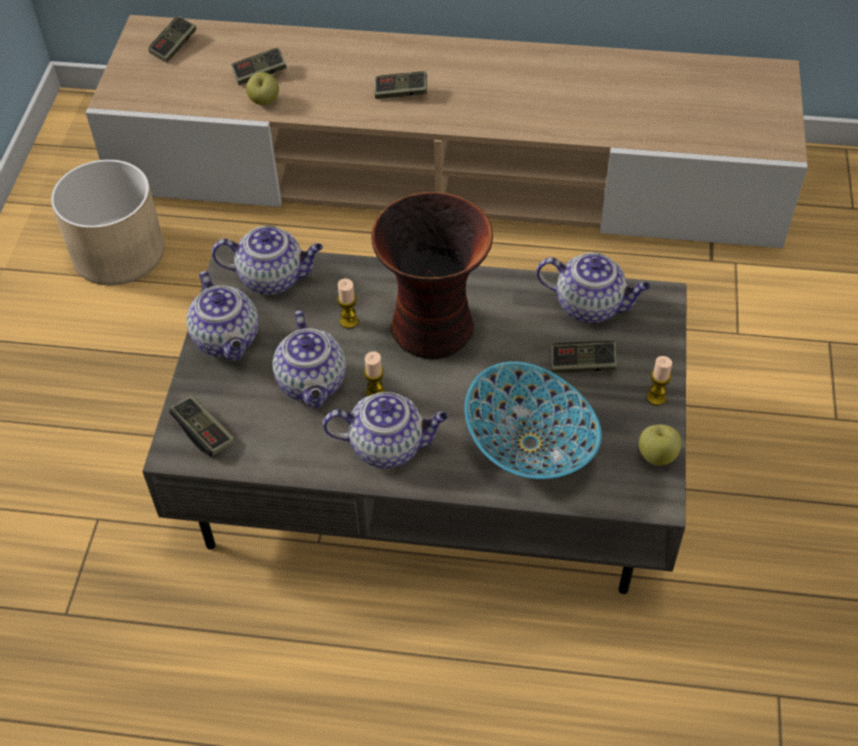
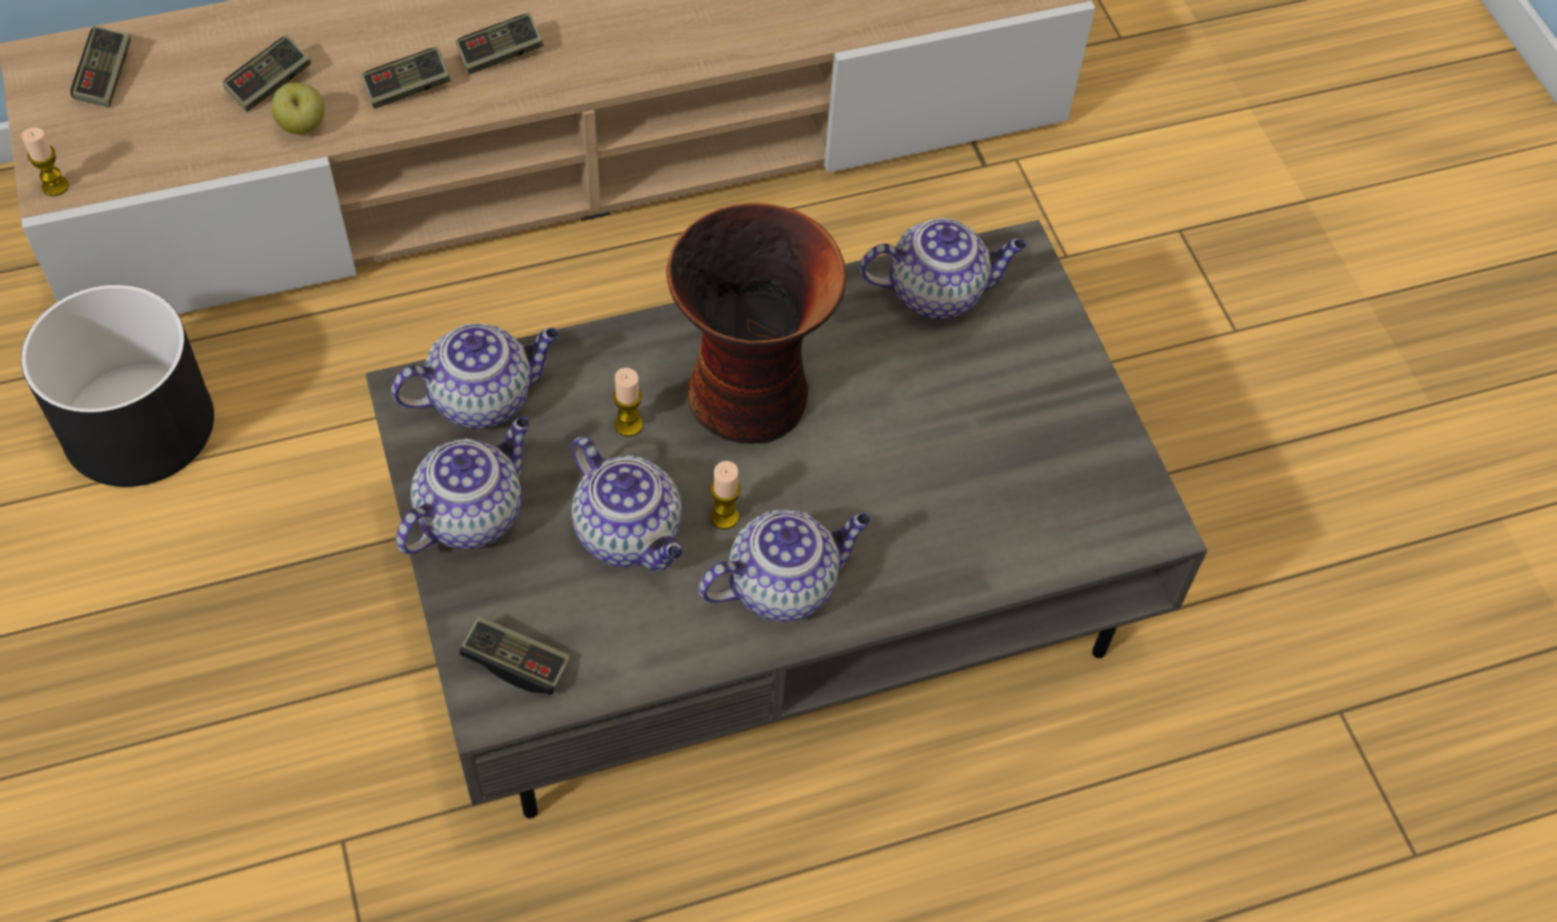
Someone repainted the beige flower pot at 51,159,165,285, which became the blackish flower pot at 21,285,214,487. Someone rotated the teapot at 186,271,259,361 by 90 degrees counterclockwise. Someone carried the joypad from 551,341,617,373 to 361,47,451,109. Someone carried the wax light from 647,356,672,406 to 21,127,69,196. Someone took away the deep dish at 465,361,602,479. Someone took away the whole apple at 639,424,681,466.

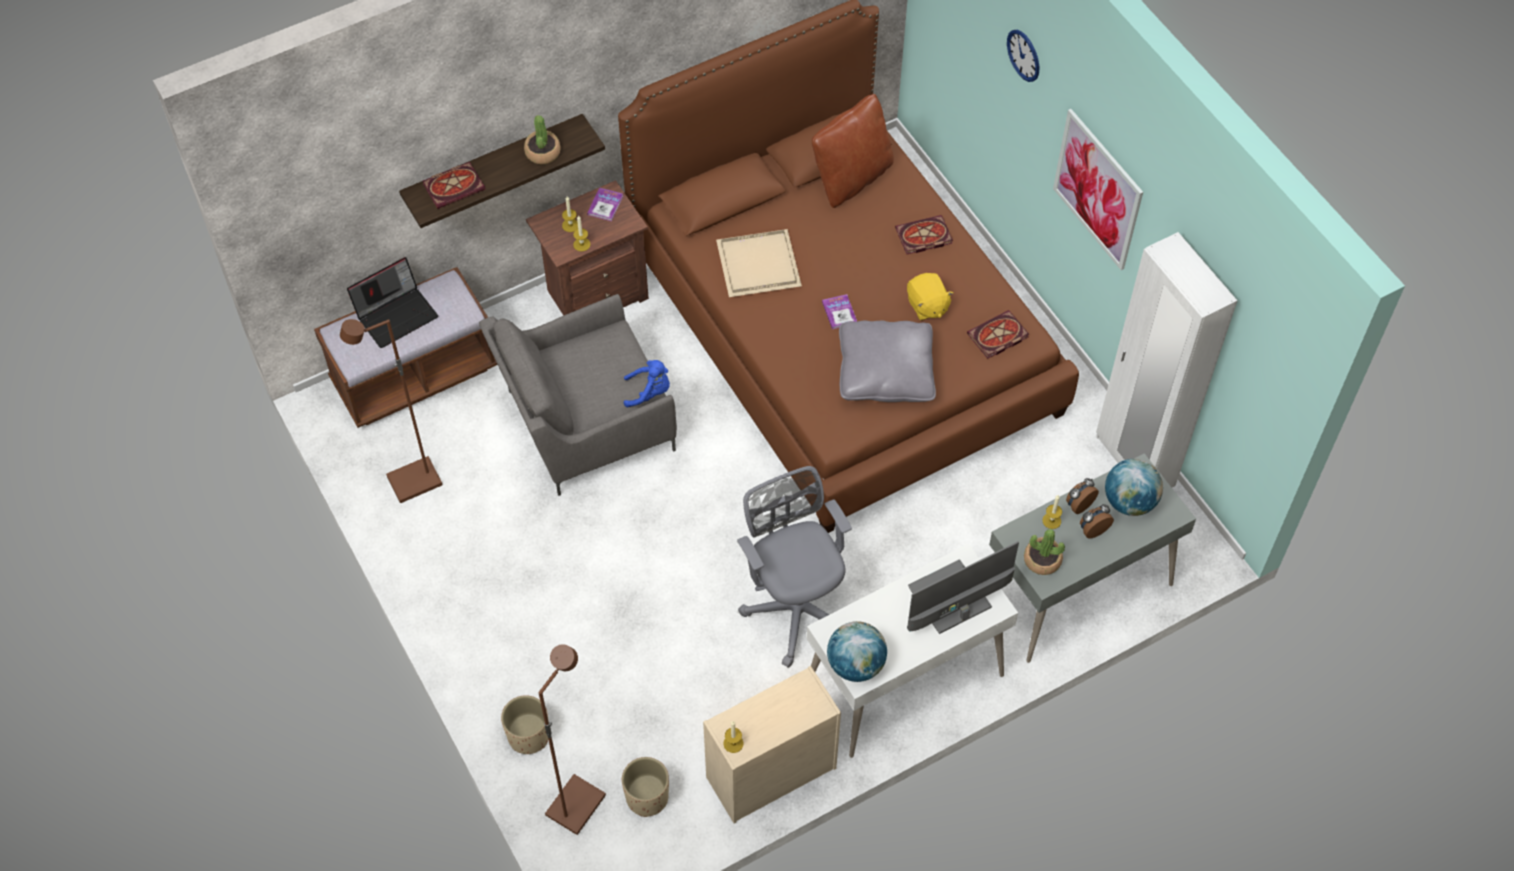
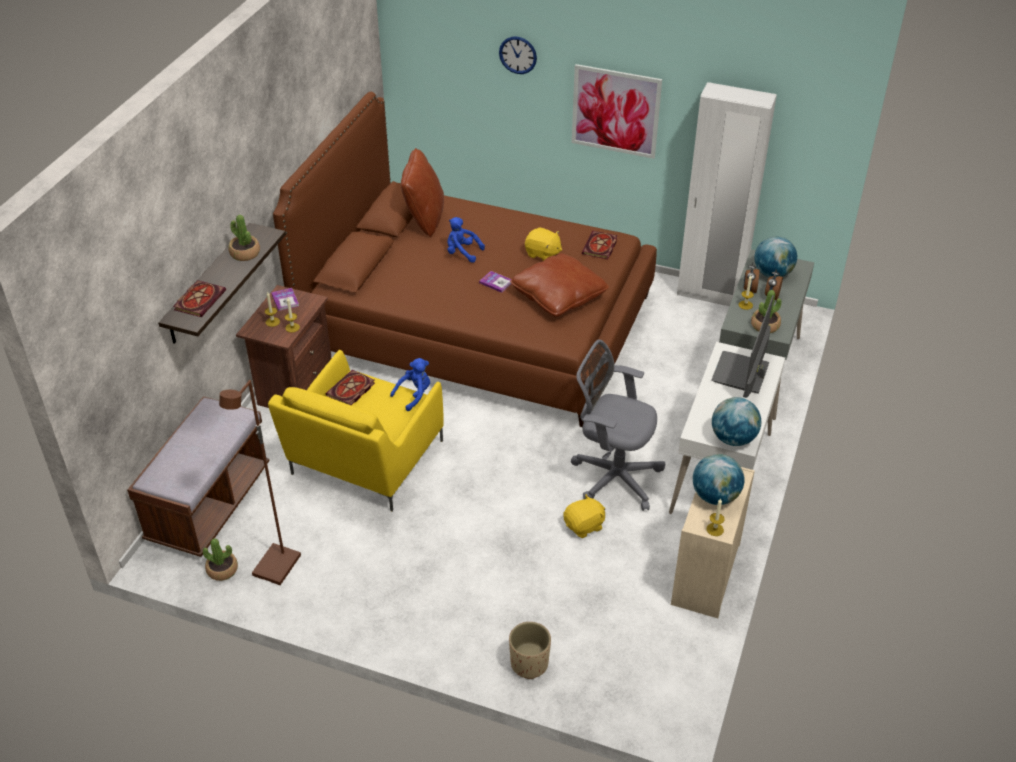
Someone carried the bound book from 895,215,953,254 to 325,370,375,405. Someone took away the beige serving tray at 716,229,802,297. Someone took away the notebook computer at 347,257,438,348. Someone repainted the gray easy chair at 479,294,677,496, which became the yellow easy chair at 268,350,444,511. Someone repainted the gray pillow at 839,320,936,402, which became the brownish pillow at 510,253,609,317. Someone took away the brownish floor lamp at 539,644,606,835. Someone took away the beige flower pot at 622,757,669,817. Someone put down the bluish plush toy at 447,217,485,263. Someone put down the globe at 693,454,745,505. Someone put down the yellow plush toy at 564,494,605,538. Someone put down the potted plant at 203,538,238,581.

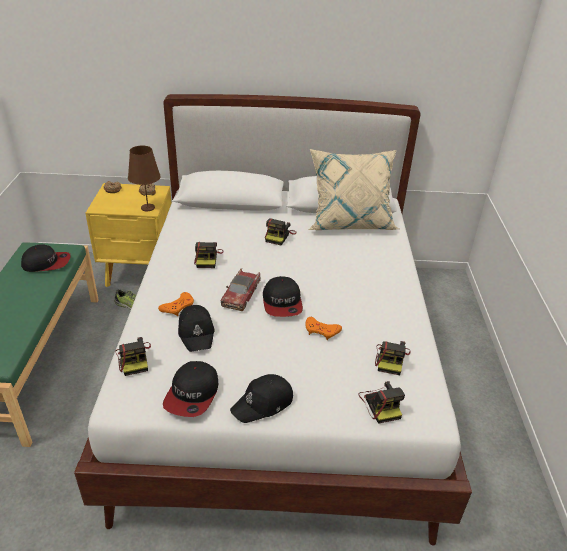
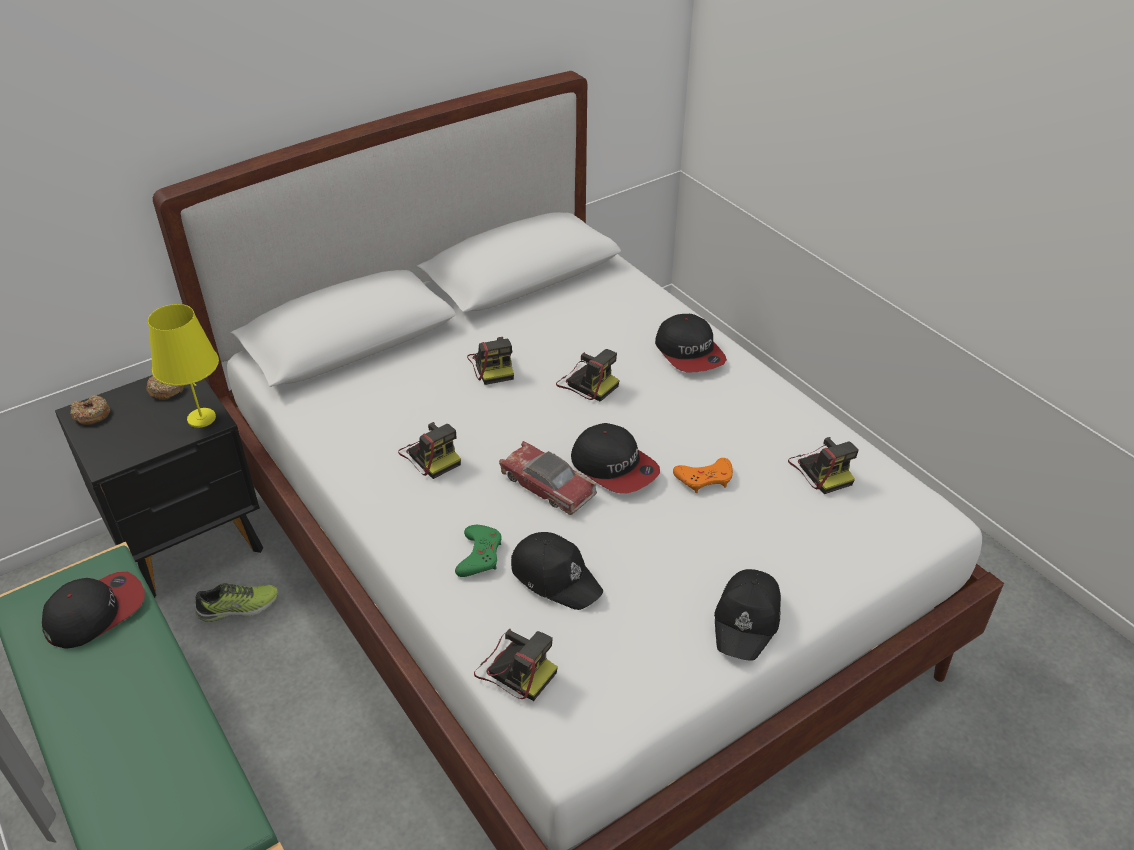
Someone repainted the brownish lamp for a table at 128,146,161,211, which became the yellow lamp for a table at 148,304,219,428. Someone took away the beige pillow at 308,149,399,230. Someone repainted the yellow night table at 85,183,172,287, which became the blackish night table at 55,375,263,598. Someone rotated the miniature car at 221,268,261,311 by 150 degrees clockwise. Someone repainted the orange-coloured joypad at 158,292,194,316, which became the greenish joypad at 455,525,502,577. Someone carried the baseball cap from 163,361,218,417 to 655,314,727,372. Someone carried the still camera from 358,381,405,424 to 556,349,619,402.

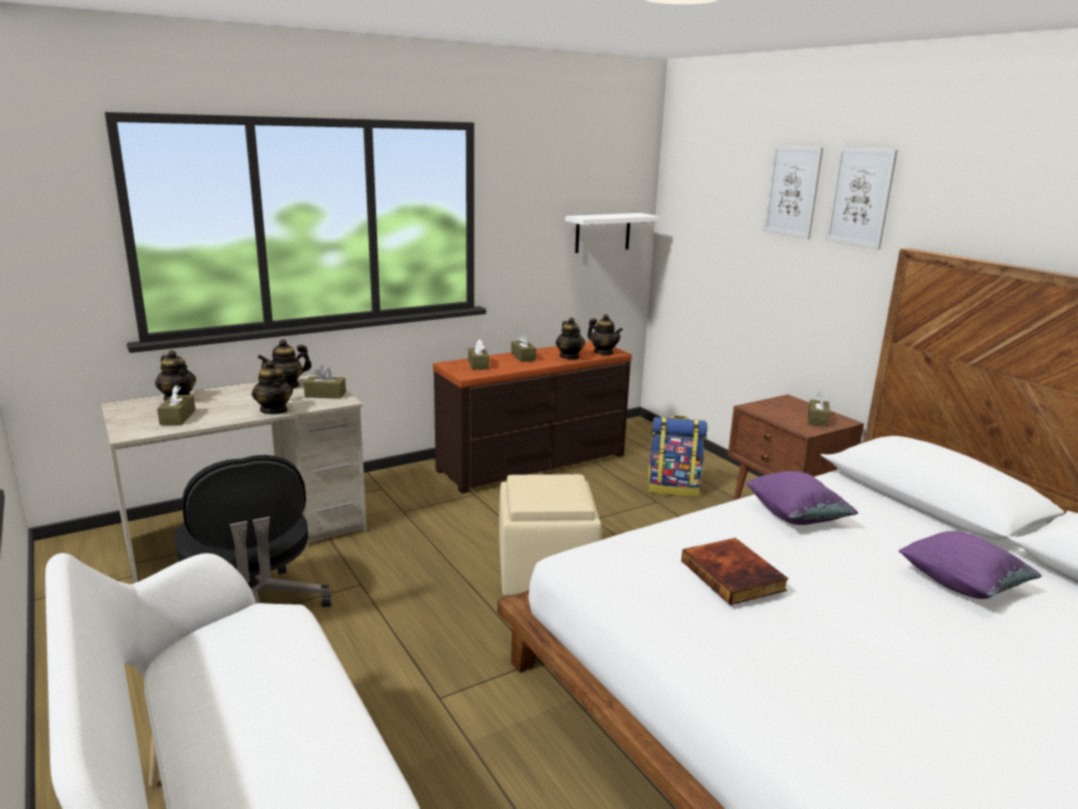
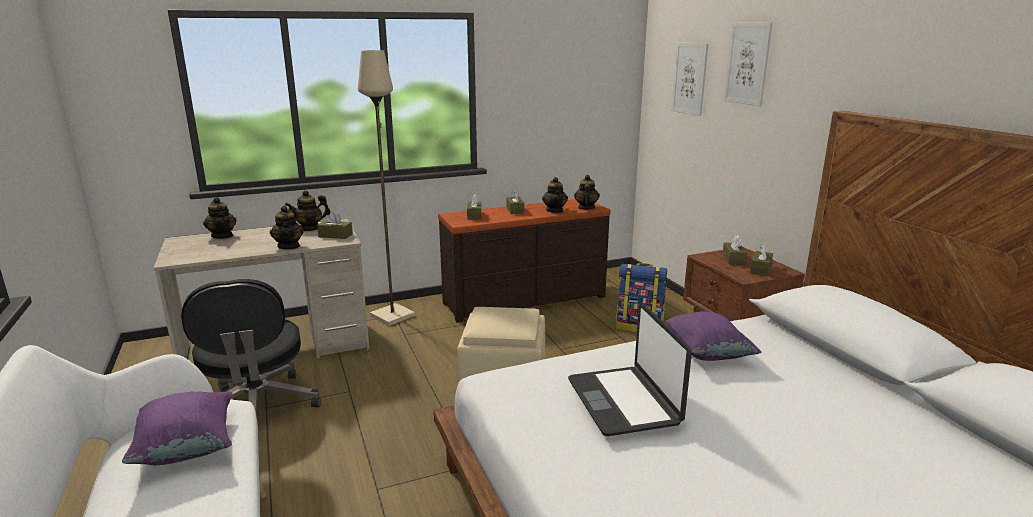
Someone carried the wall art from 825,147,898,249 to 671,43,709,116. Someone took away the whitish shelf at 565,213,660,253. Someone rotated the teapot at 587,314,623,355 by 135 degrees counterclockwise. Someone carried the brownish tissue box from 157,385,196,425 to 722,236,747,265. Someone carried the purple pillow from 898,531,1042,599 to 122,392,232,465. Someone swapped the bound book at 681,538,789,605 for the notebook computer at 568,303,692,436. Someone put down the beige floor lamp at 358,50,415,326.

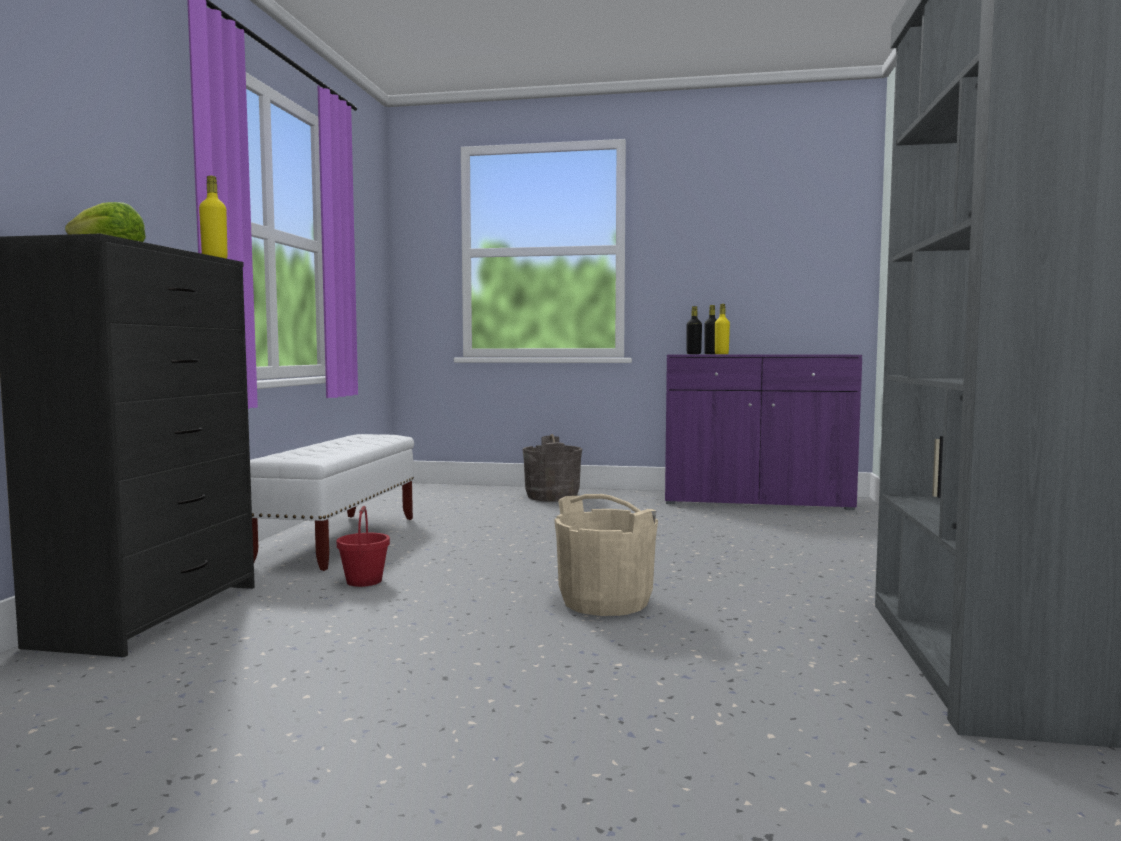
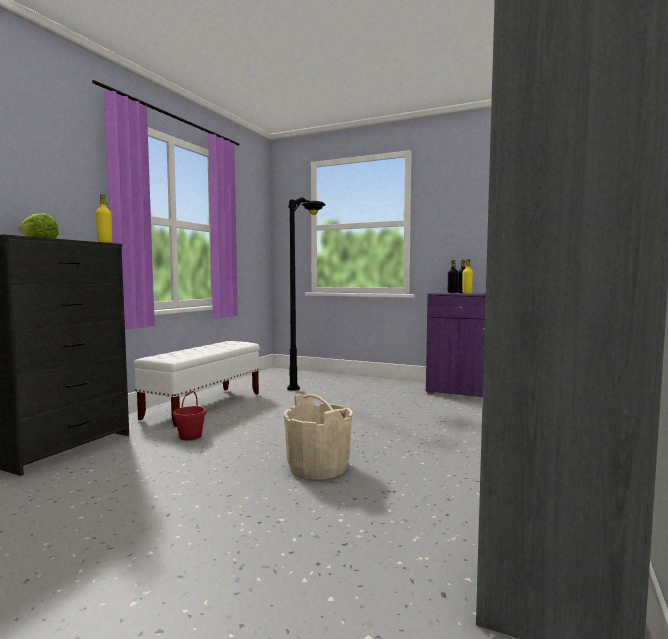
Someone took away the gray bucket at 523,434,582,502. Someone put down the blackish floor lamp at 287,197,325,391.

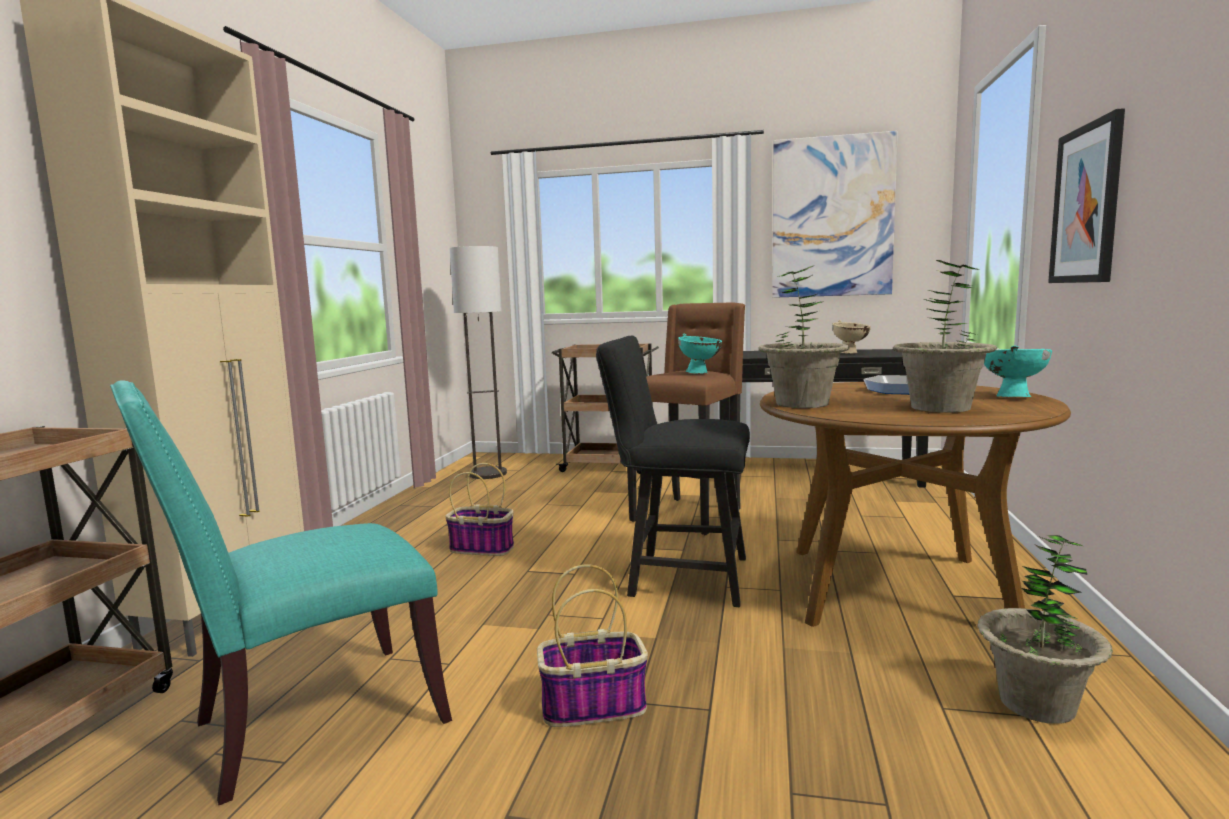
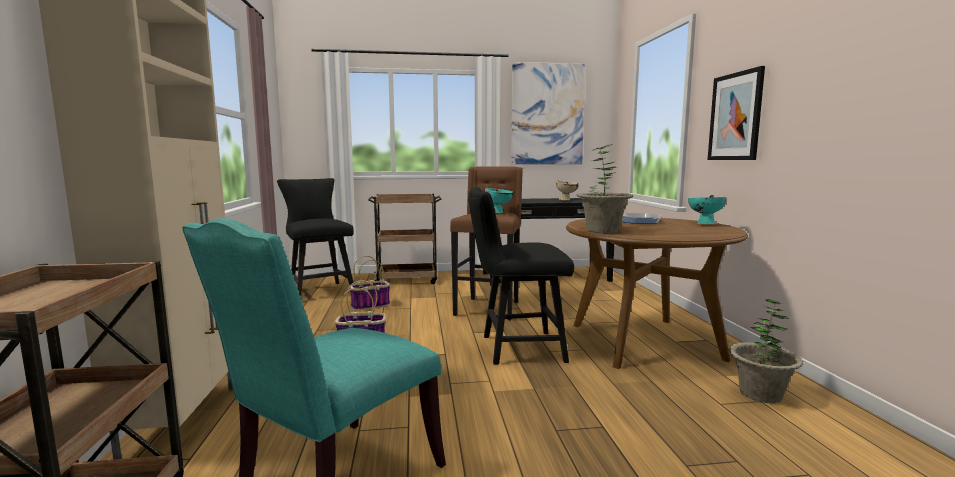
Someone swapped the floor lamp at 449,246,507,479 for the blackish chair at 277,178,354,296. Someone took away the potted plant at 893,260,997,413. Someone carried the basket from 537,564,648,727 to 349,256,390,311.

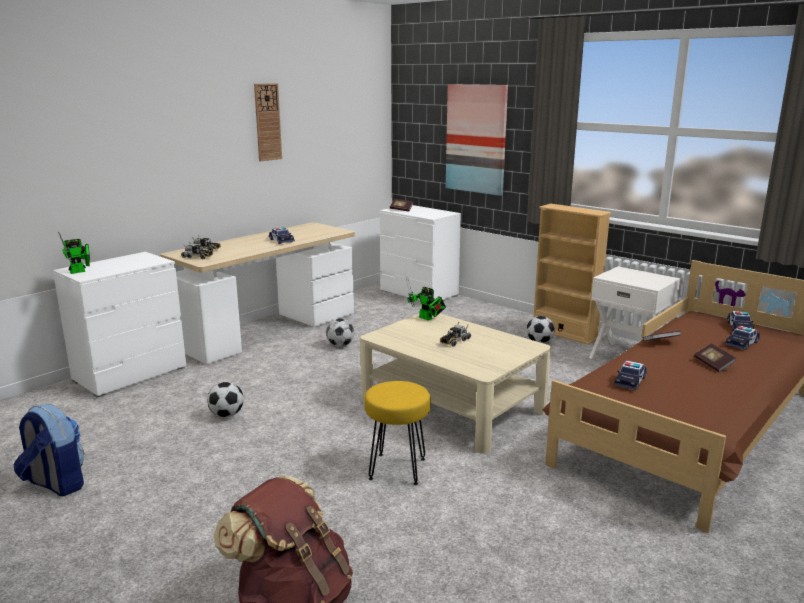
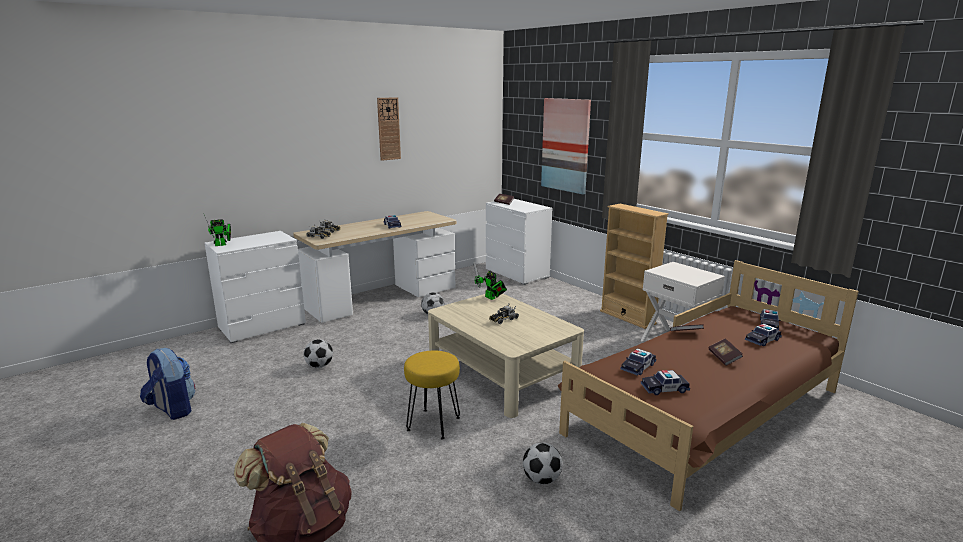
Someone carried the ball for football from 526,316,555,343 to 523,443,563,484. Someone put down the miniature car at 641,370,690,395.

